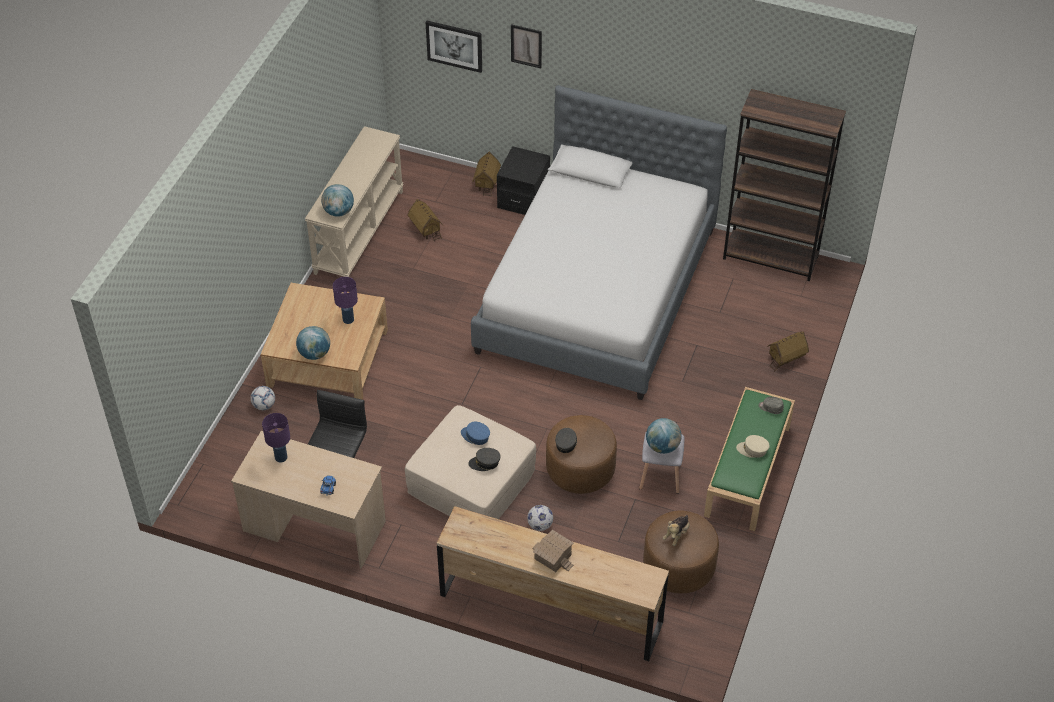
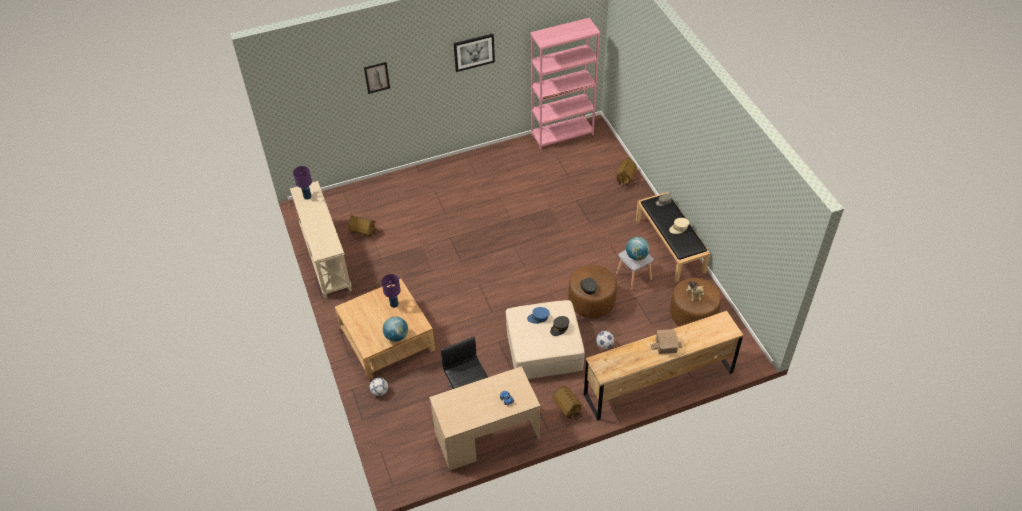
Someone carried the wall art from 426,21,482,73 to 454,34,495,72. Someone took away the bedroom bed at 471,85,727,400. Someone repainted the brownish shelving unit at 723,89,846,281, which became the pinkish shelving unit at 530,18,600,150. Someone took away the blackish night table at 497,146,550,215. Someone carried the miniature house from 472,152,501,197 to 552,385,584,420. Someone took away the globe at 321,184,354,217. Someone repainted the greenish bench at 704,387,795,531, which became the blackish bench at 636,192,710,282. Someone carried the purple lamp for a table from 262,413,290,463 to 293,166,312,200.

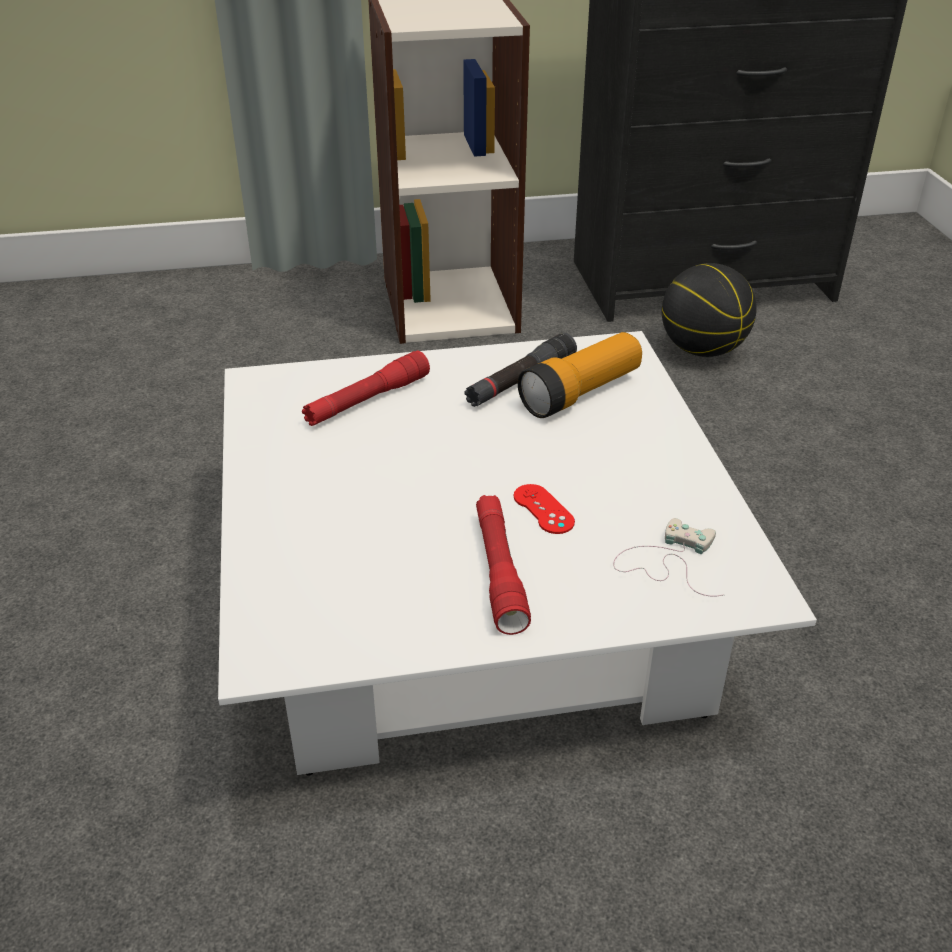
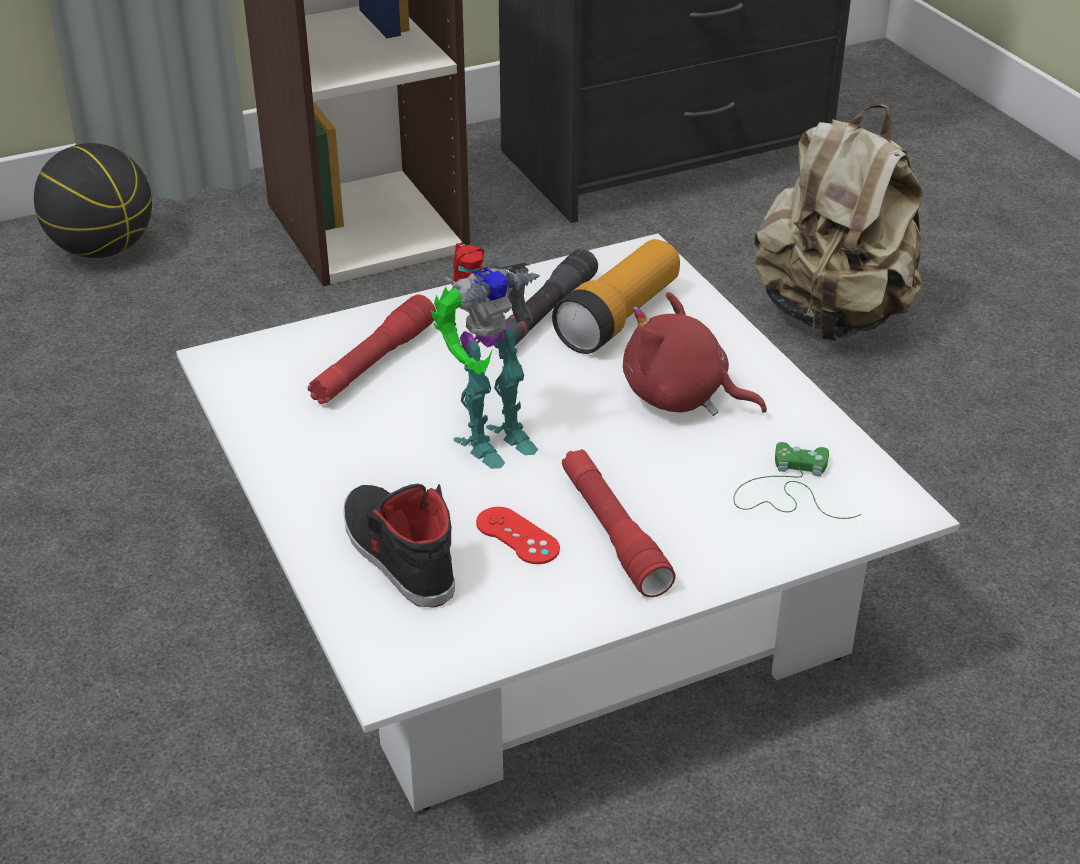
Someone carried the basketball from 662,263,757,357 to 34,143,152,258. Someone carried the red joypad from 514,484,575,534 to 476,507,560,564. Someone repainted the whitish joypad at 613,518,724,597, which became the greenish joypad at 733,442,861,519. Someone put down the beige rucksack at 754,105,923,341. Someone put down the robot figure at 431,242,540,469. Someone put down the red plush toy at 623,292,767,416. Someone put down the blackish item of footwear at 343,484,455,608.

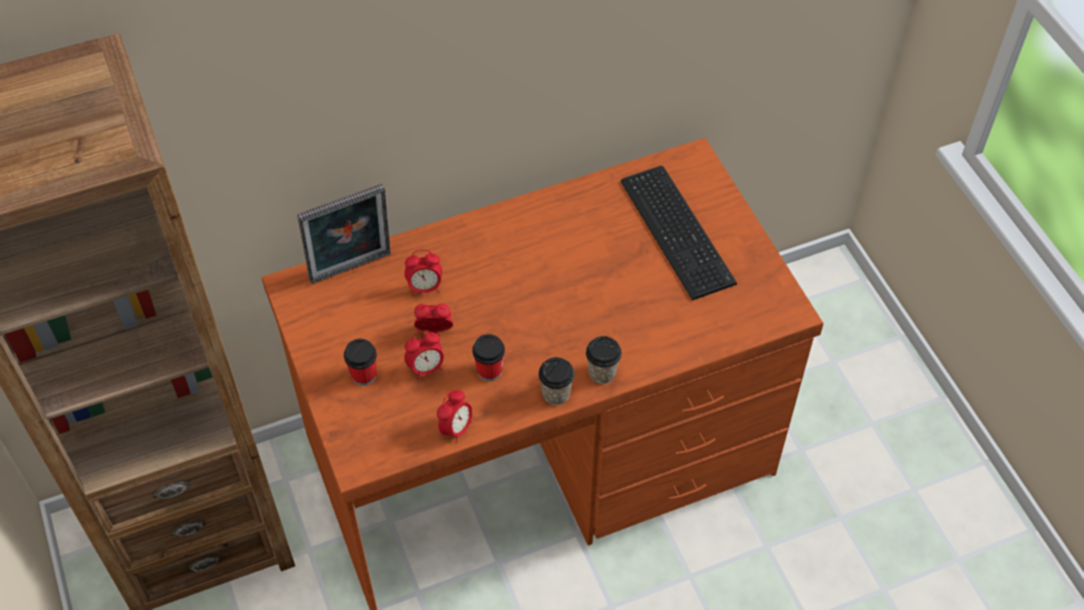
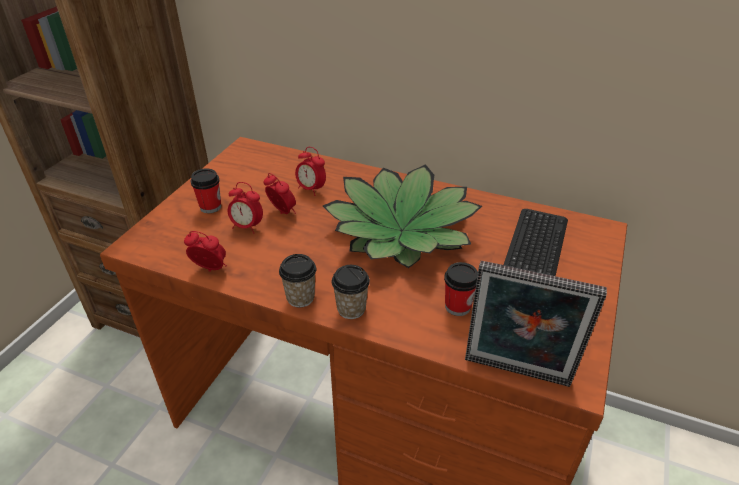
Someone carried the standing frame from 297,184,391,284 to 465,261,607,387. Someone carried the small cup from 472,334,505,381 to 444,262,478,316. Someone rotated the bedside clock at 437,390,472,443 by 150 degrees counterclockwise. Someone put down the potted plant at 323,164,482,268.

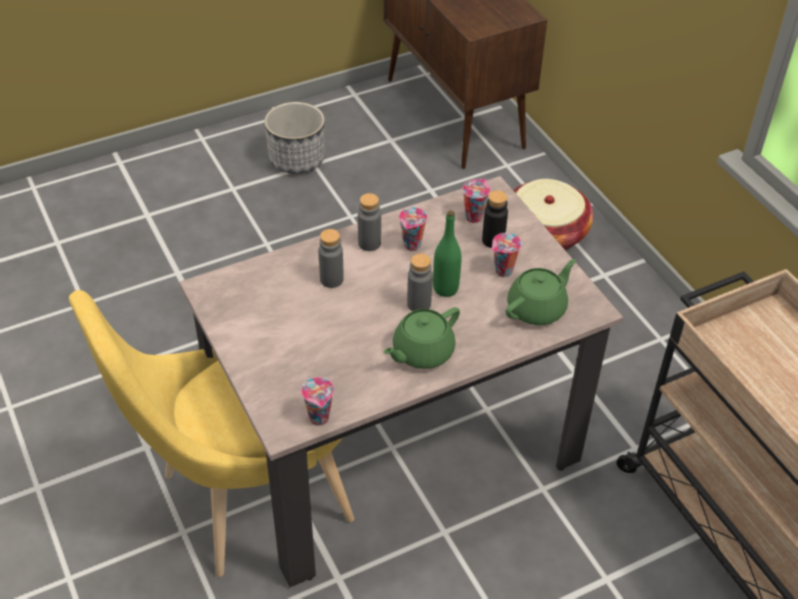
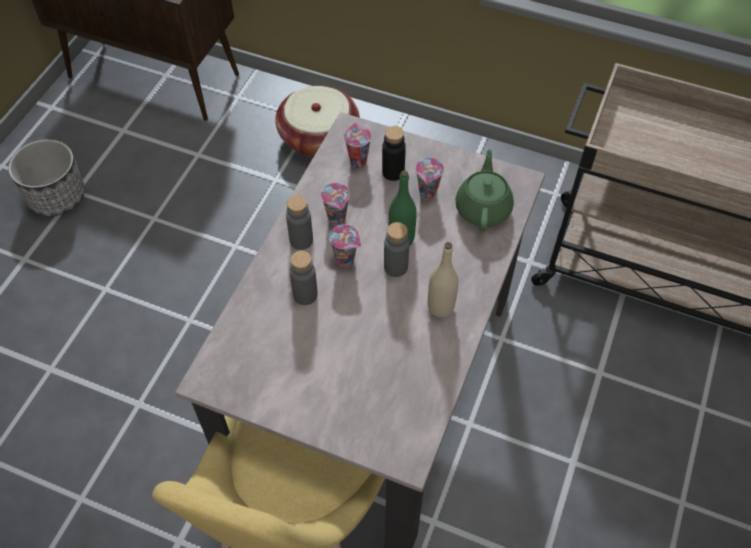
Someone swapped the greenish teapot at 383,307,460,369 for the beige beverage bottle at 428,242,459,317. Someone carried the small cup from 301,377,334,426 to 329,224,361,268.

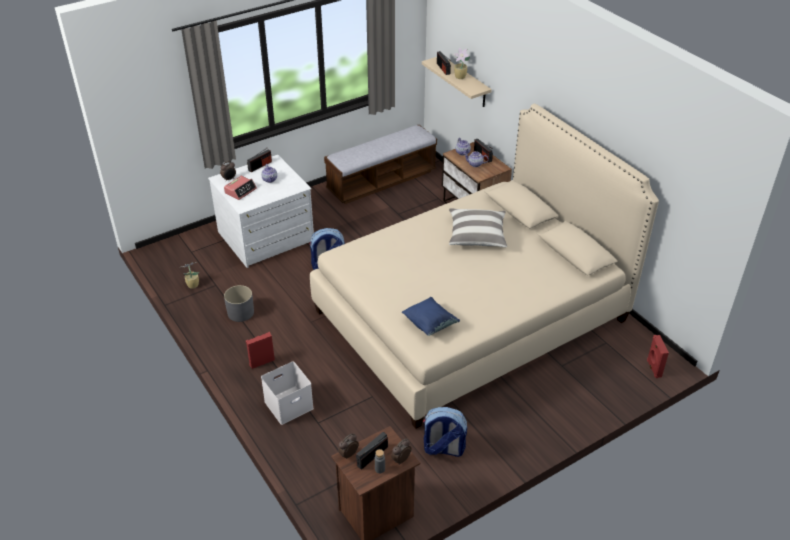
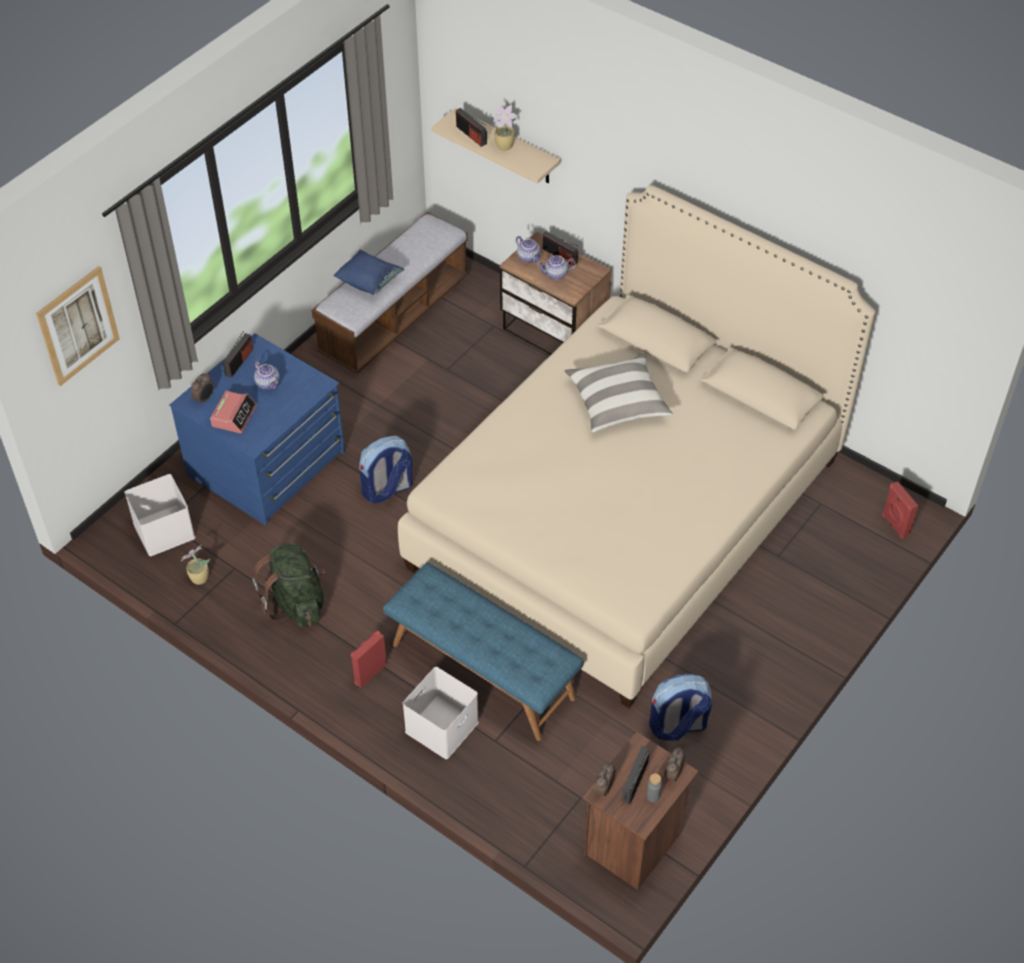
Someone repainted the whitish drawer chest at 208,155,314,268, which became the bluish drawer chest at 169,333,345,526. Someone swapped the gray flower pot at 224,285,254,322 for the greenish rucksack at 252,543,325,628. Someone carried the bluish pillow from 402,297,460,336 to 333,250,404,295. Someone put up the wall art at 36,266,120,386. Someone put down the whitish storage box at 124,474,195,556. Someone put down the bluish bench at 383,563,584,741.

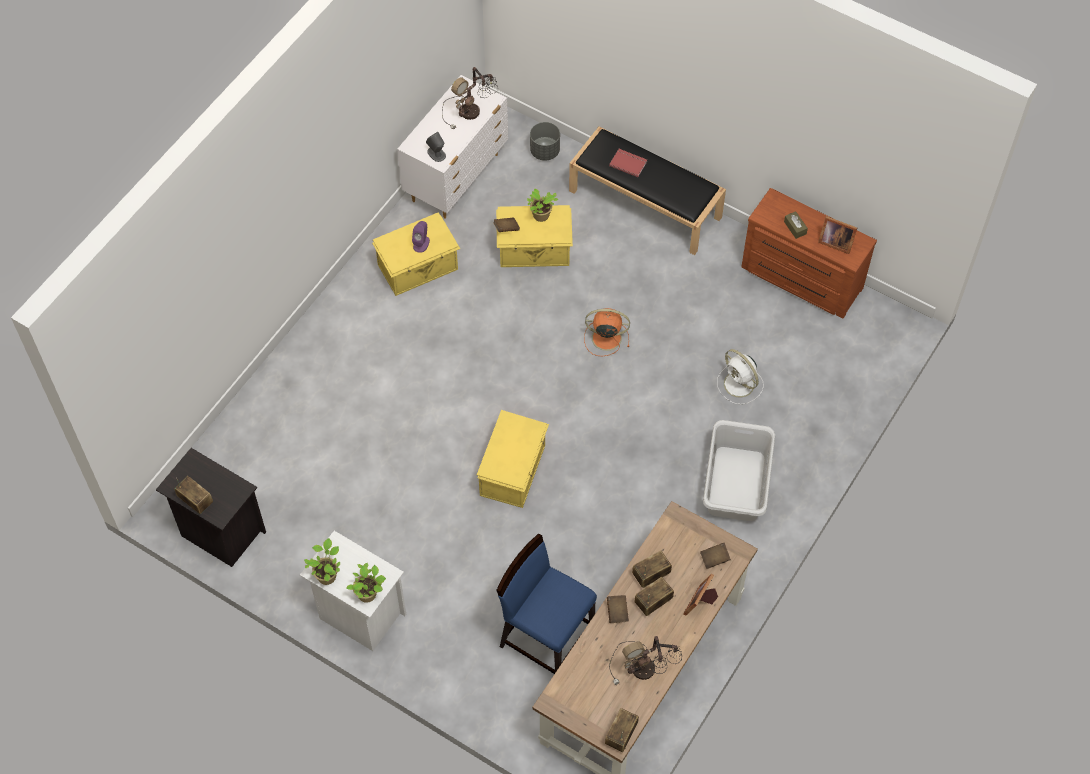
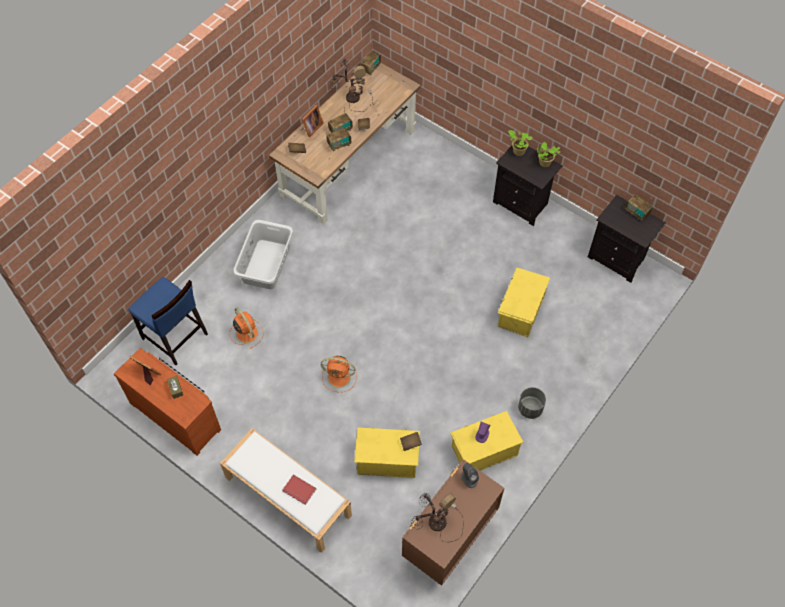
Someone repainted the whitish drawer chest at 397,75,508,219, which became the brownish drawer chest at 402,459,504,586. Someone carried the gray flower pot from 530,122,560,161 to 518,387,546,419. Someone repainted the blackish bench at 569,127,726,255, which became the whitish bench at 220,428,352,553. Someone took away the potted plant at 527,188,558,222. Someone repainted the whitish electric fan at 717,349,764,405, which became the orange-coloured electric fan at 229,307,264,349. Someone carried the yellow storage box from 477,410,549,508 to 498,268,550,337. Someone repainted the whitish night table at 300,531,406,651, which became the blackish night table at 493,146,563,226. Someone carried the bluish chair from 496,534,597,674 to 128,277,208,365.

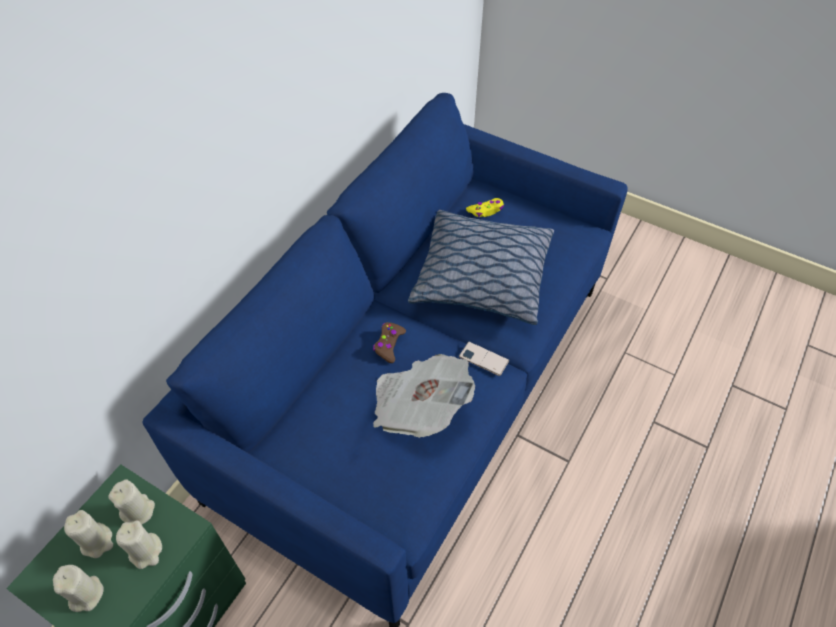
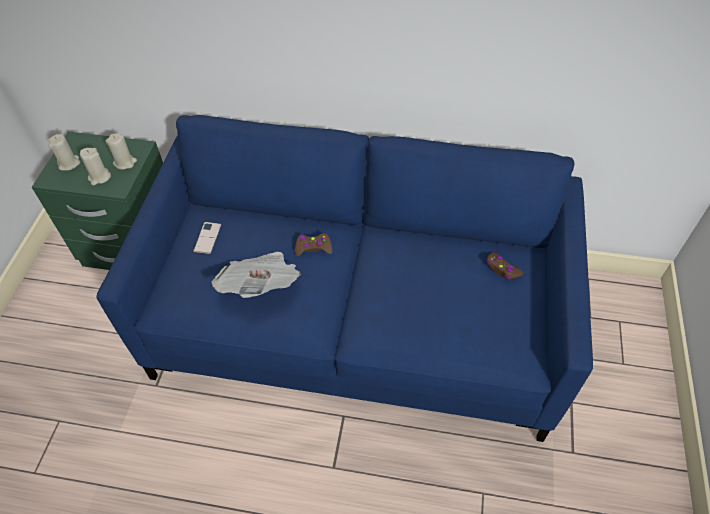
Someone repainted the yellow joypad at 466,198,504,217, which became the brownish joypad at 486,252,524,280. Someone took away the pillow at 408,210,554,325. Someone carried the telephone from 459,342,509,376 to 193,222,221,254. Someone took away the beige wax light at 64,510,113,558.

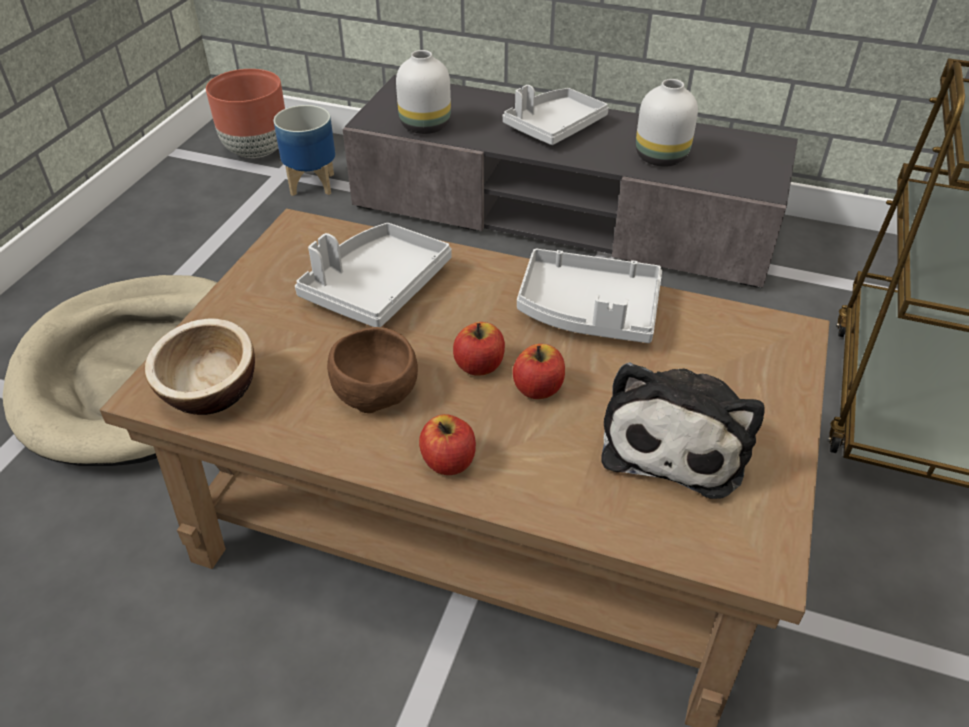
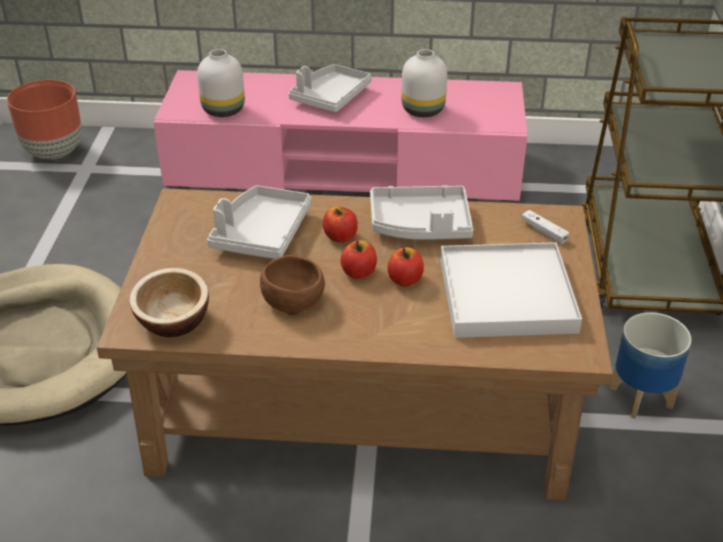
Someone repainted the gray media console at 343,75,798,288, which became the pinkish media console at 153,70,528,202. Someone carried the flower pot from 274,105,335,196 to 610,312,692,419. Someone swapped the plush toy at 601,362,765,499 for the whitish serving tray at 440,242,582,338. Someone carried the whole apple from 419,414,476,475 to 323,206,358,242. Someone put down the whitish joypad at 521,210,569,244.

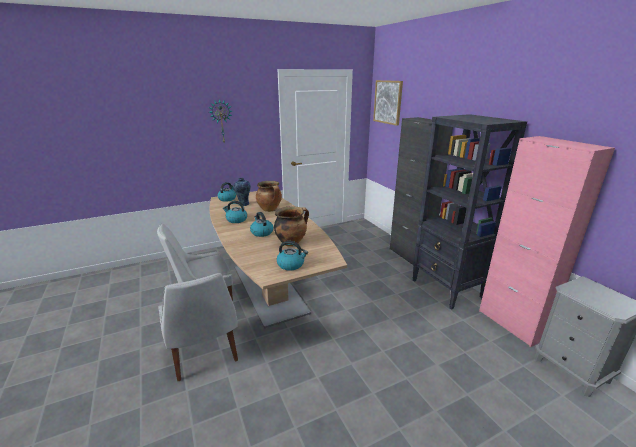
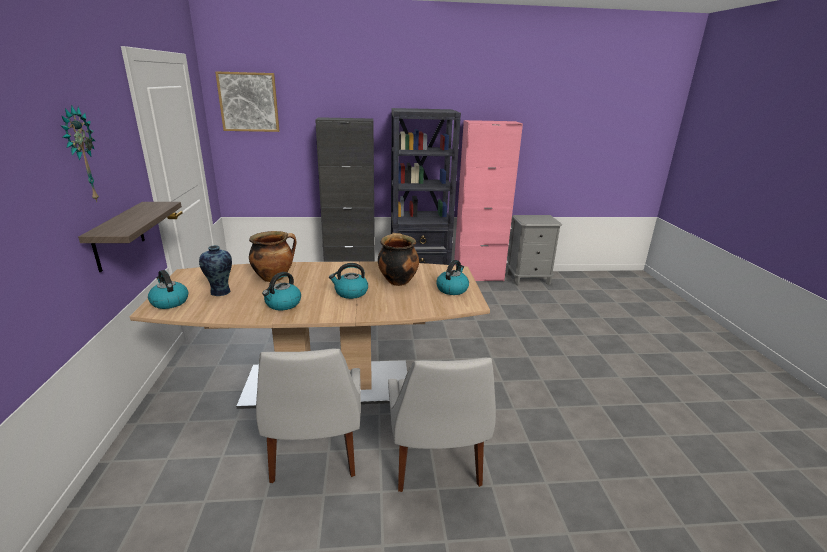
Someone rotated the whitish chair at 158,273,238,381 by 90 degrees clockwise. Someone put up the shelf at 78,202,182,272.

